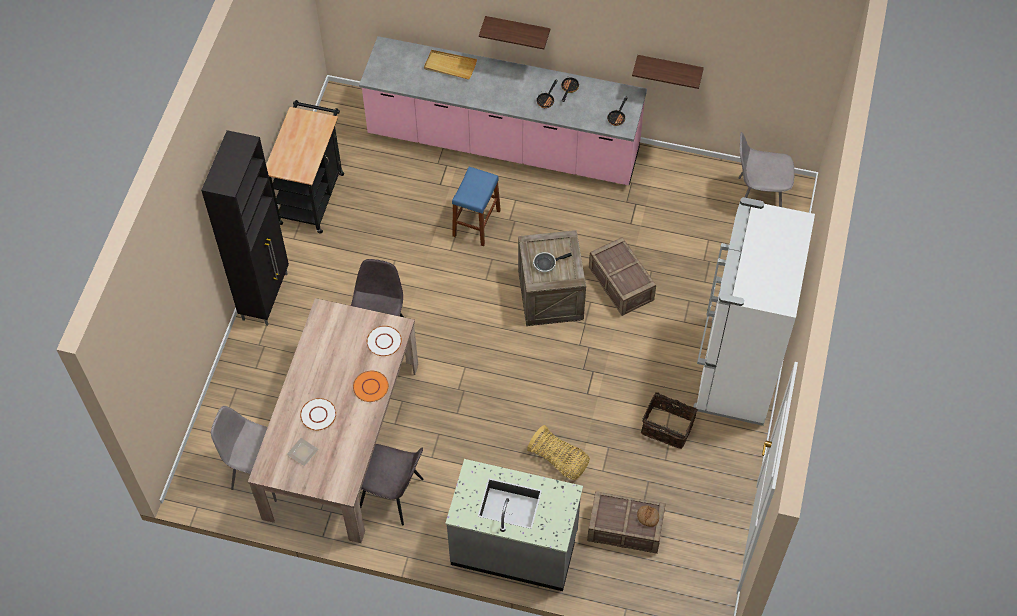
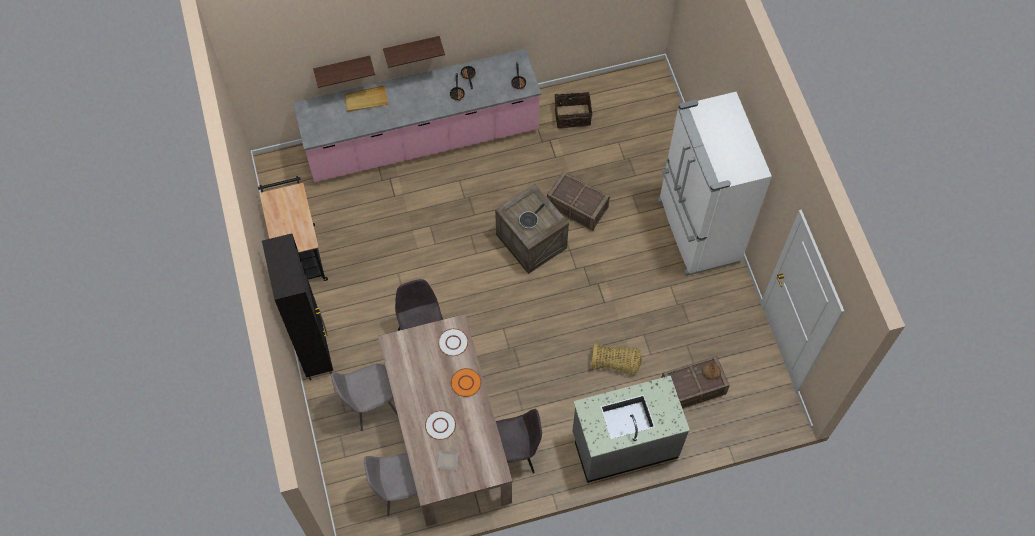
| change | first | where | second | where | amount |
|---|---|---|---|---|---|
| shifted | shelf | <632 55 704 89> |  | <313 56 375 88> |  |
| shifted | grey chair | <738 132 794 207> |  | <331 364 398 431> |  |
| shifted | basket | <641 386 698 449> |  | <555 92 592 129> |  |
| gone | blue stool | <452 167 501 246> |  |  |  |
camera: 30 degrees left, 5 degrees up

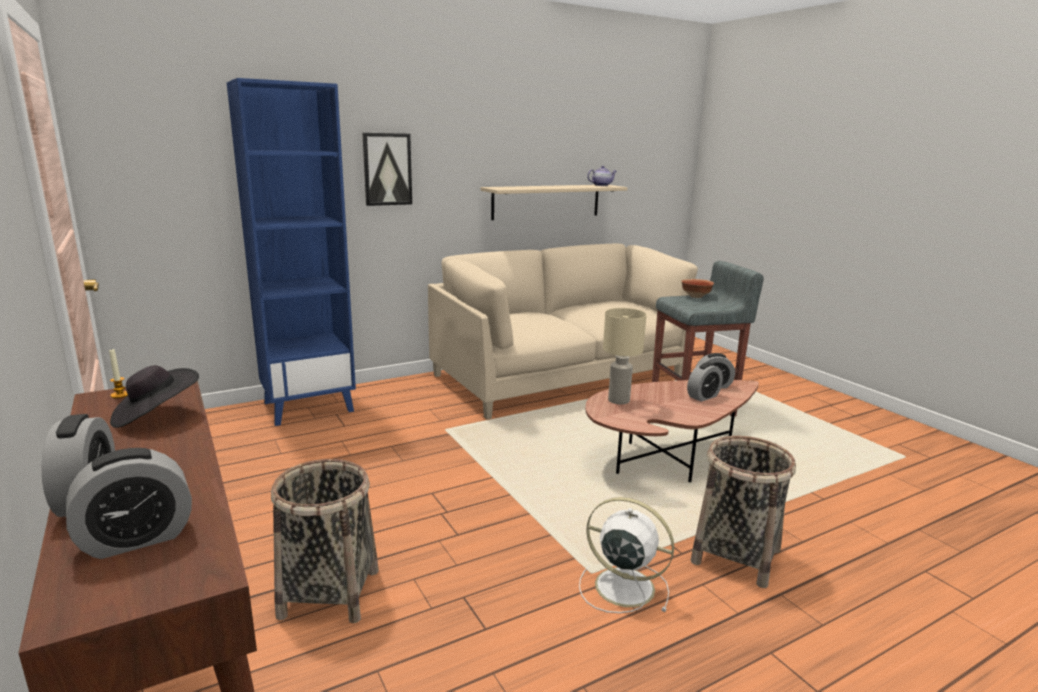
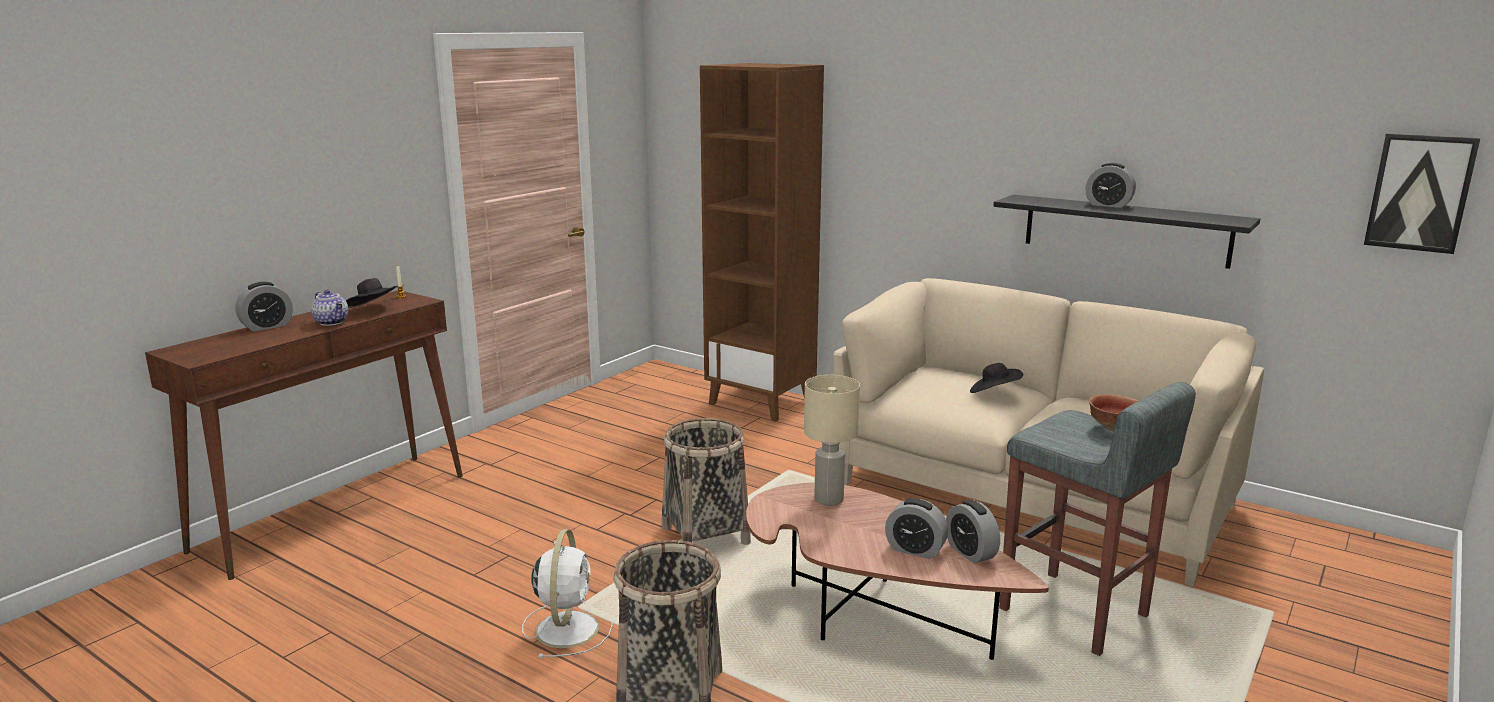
| change | first | where | second | where | amount |
|---|---|---|---|---|---|
| shifted | teapot | <587 166 617 186> |  | <311 290 348 326> |  |
| shifted | basket | <271 459 379 623> |  | <662 418 751 545> |  |
| repainted | blue bookcase | <227 78 356 426> | brown bookcase | <700 63 824 422> |  |
| new |  |  | black hat | <970 363 1023 393> |  |
| repainted | beige shelf | <480 185 628 220> | black shelf | <993 194 1260 269> |  |
| shifted | alarm clock | <66 448 192 559> |  | <1086 163 1136 208> |  |
| shifted | picture | <362 133 412 206> |  | <1364 133 1480 254> |  |
camera: 65 degrees right, 0 degrees up

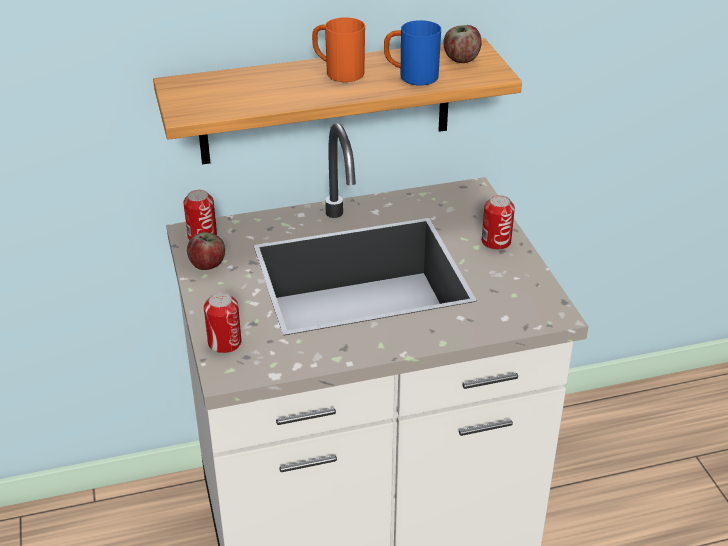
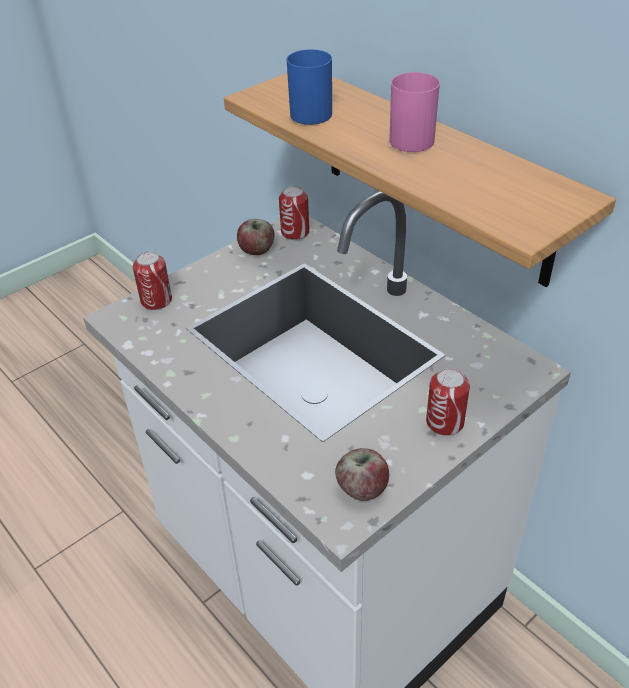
| change | first | where | second | where | amount |
|---|---|---|---|---|---|
| shifted | blue mug | <384 20 441 85> |  | <287 49 332 125> |  |
| shifted | apple | <444 25 482 63> |  | <335 448 389 501> |  |
| repainted | orange mug | <312 17 365 82> | pink mug | <389 72 440 152> |  |
camera: 65 degrees right, 5 degrees up

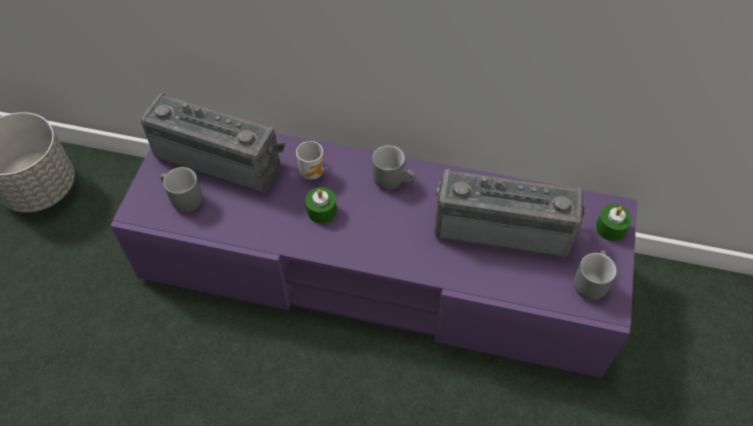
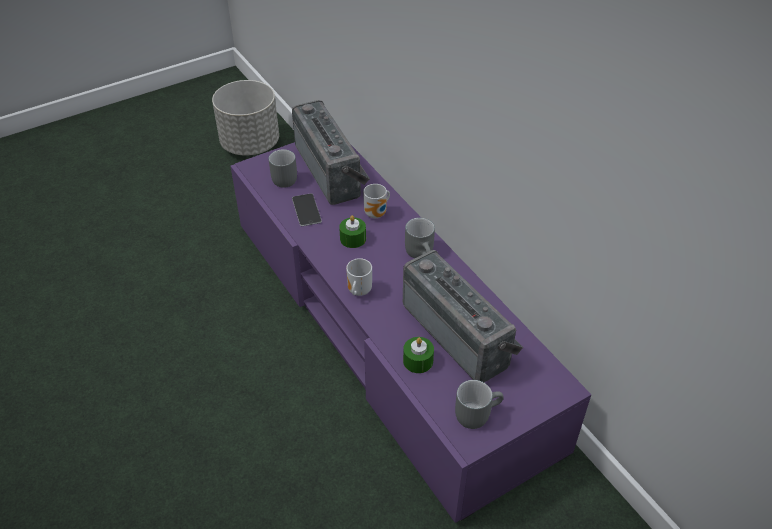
| change | first | where | second | where | amount |
|---|---|---|---|---|---|
| new |  |  | phone | <292 193 322 226> |  |
| new |  |  | mug | <346 258 372 296> |  |
| shifted | green candle | <596 204 632 241> |  | <403 337 434 373> |  |
camera: 45 degrees right, 10 degrees down

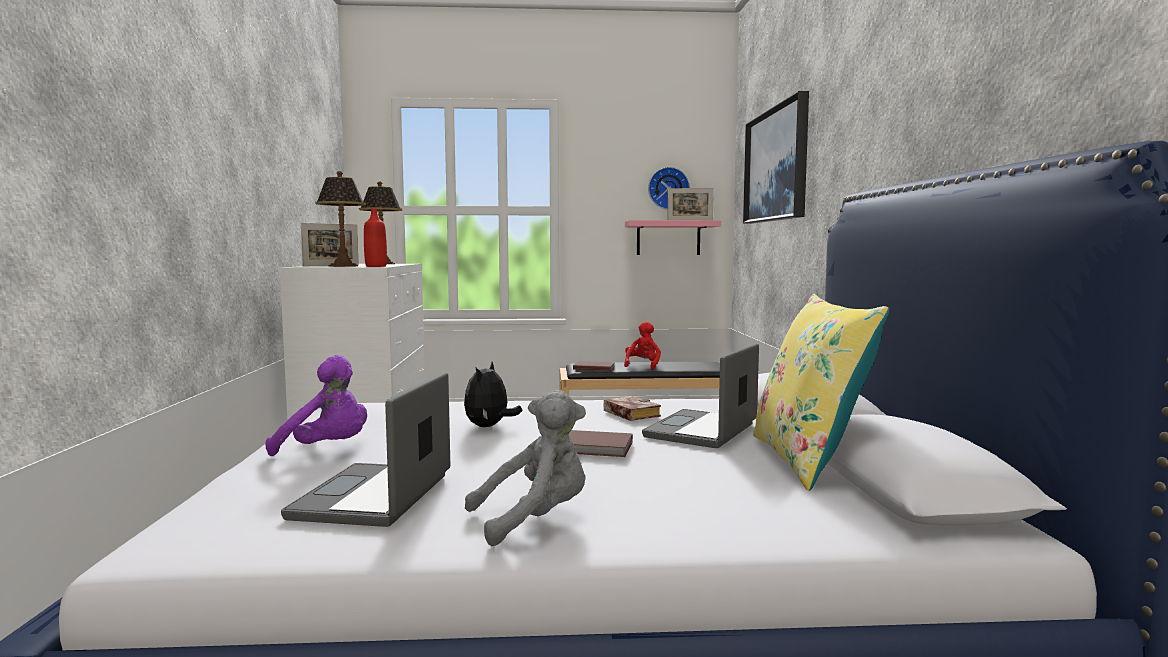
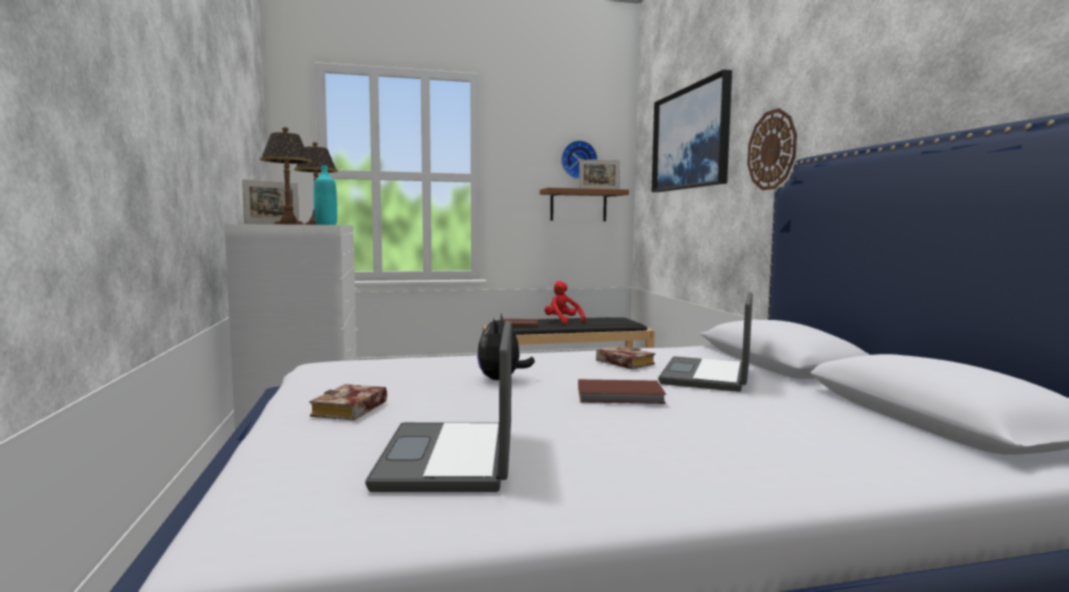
| change | first | where | second | where | amount |
|---|---|---|---|---|---|
| swapped | purple plush toy | <265 355 367 456> | book | <309 384 387 421> |  |
| repainted | red bottle | <364 208 387 267> | turquoise bottle | <314 165 337 225> |  |
| repainted | pink shelf | <625 220 721 255> | brown shelf | <540 188 629 221> |  |
| rotated | red plush toy | <624 321 661 370> |  | <545 281 586 324> | 45 degrees counterclockwise |
| new |  |  | wall clock | <747 108 797 190> |  |
| gone | grey plush toy | <465 390 586 546> |  |  |  |
| gone | yellow pillow | <753 294 890 491> |  |  |  |
camera: 10 degrees left, 0 degrees up

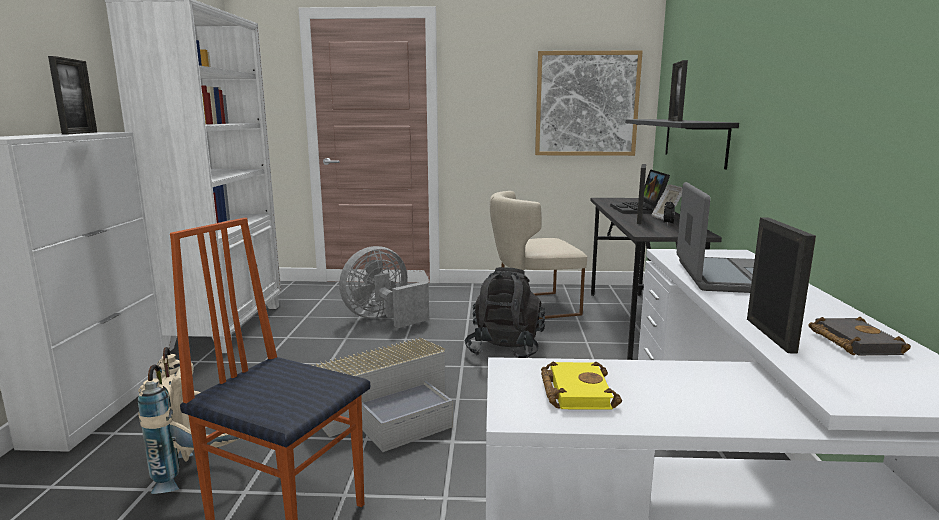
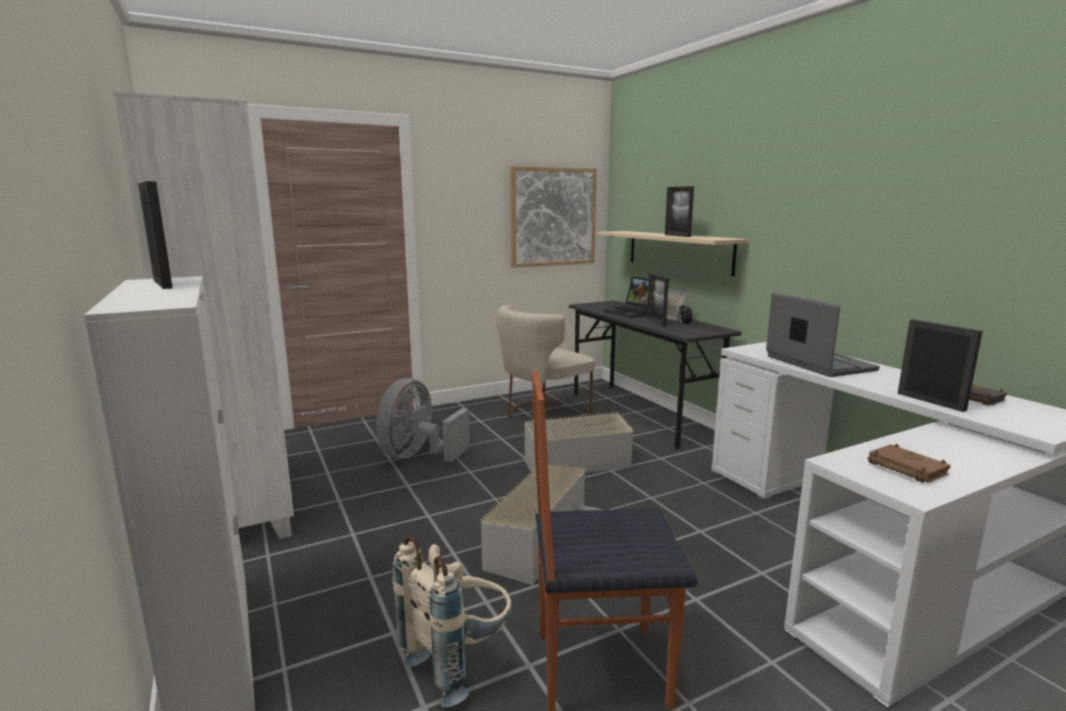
| change | first | where | second | where | amount |
|---|---|---|---|---|---|
| swapped | black backpack | <465 267 545 358> | grey storage box | <525 411 633 473> |  |
| repainted | black shelf | <625 119 739 169> | beige shelf | <597 231 748 276> |  |
| repainted | yellow book | <541 362 622 409> | brown book | <867 444 951 483> |  |
camera: 30 degrees left, 0 degrees up

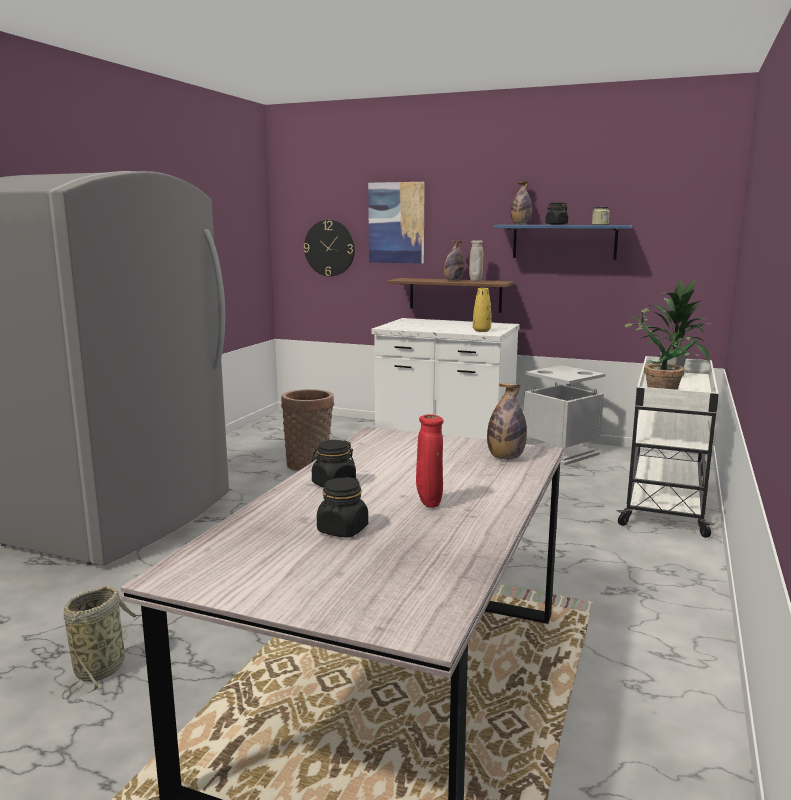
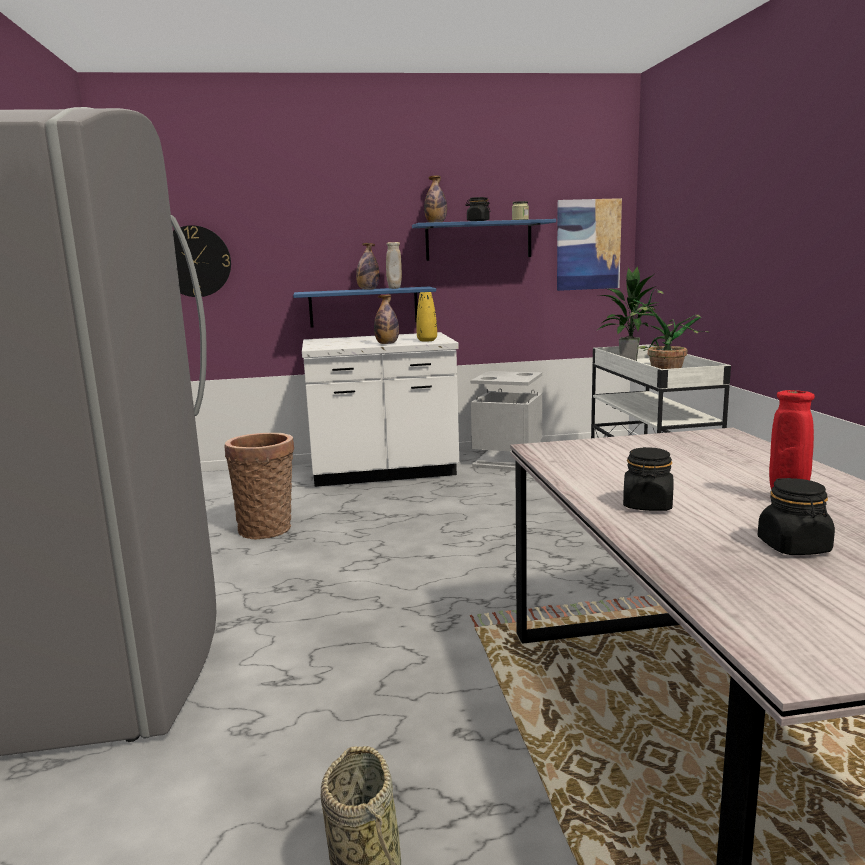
| change | first | where | second | where | amount |
|---|---|---|---|---|---|
| repainted | brown shelf | <387 278 514 313> | blue shelf | <293 287 436 328> |  |
| shifted | bottle | <487 383 527 459> |  | <374 295 399 344> |  |
| shifted | picture | <368 182 425 264> |  | <557 198 622 291> |  |
camera: 30 degrees left, 0 degrees up

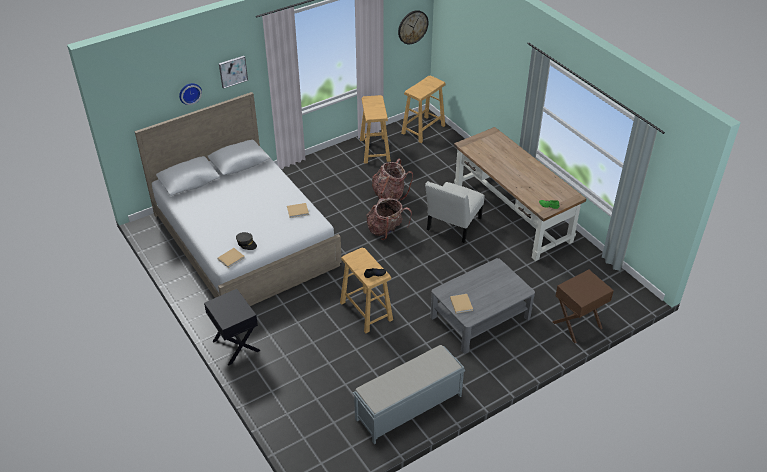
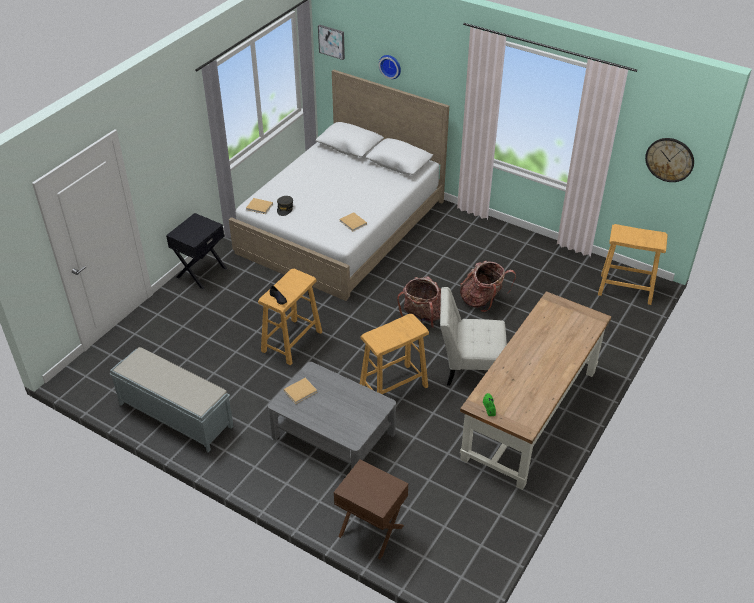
| change | first | where | second | where | amount |
|---|---|---|---|---|---|
| shifted | picture | <219 56 248 89> |  | <318 25 345 60> |  |
| shifted | beige stool | <360 95 391 164> |  | <360 314 429 395> |  |
camera: 65 degrees right, 0 degrees up

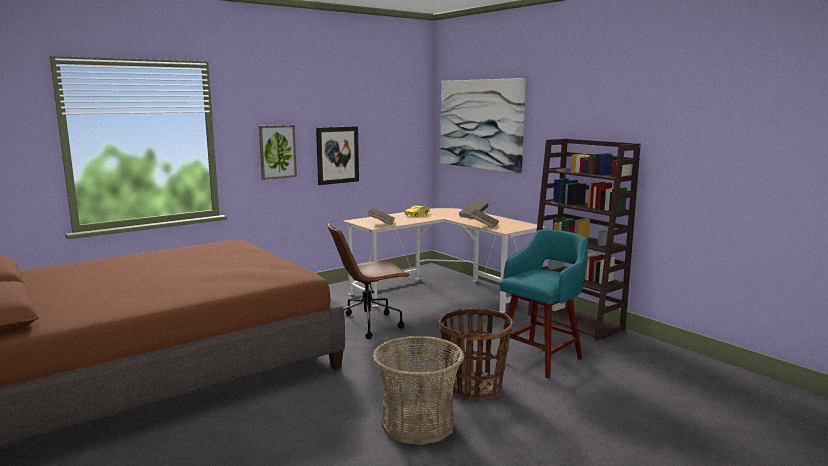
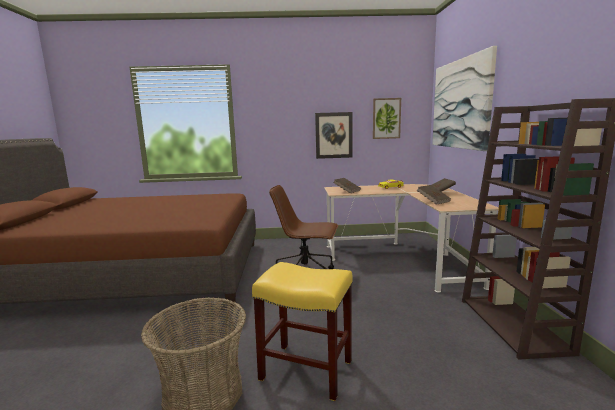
| change | first | where | second | where | amount |
|---|---|---|---|---|---|
| swapped | basket | <439 308 513 399> | yellow stool | <252 262 353 401> |  |
| shifted | picture | <259 125 297 180> |  | <373 98 401 139> |  |
| gone | turquoise stool | <496 229 588 379> |  |  |  |
camera: 35 degrees right, 0 degrees up

